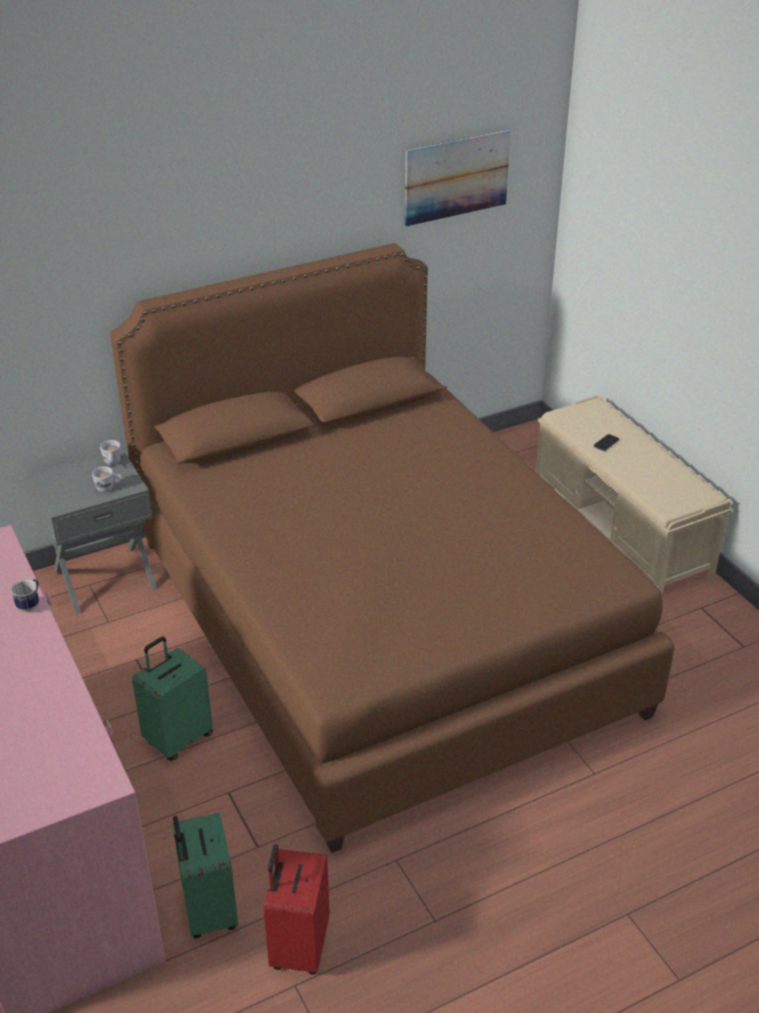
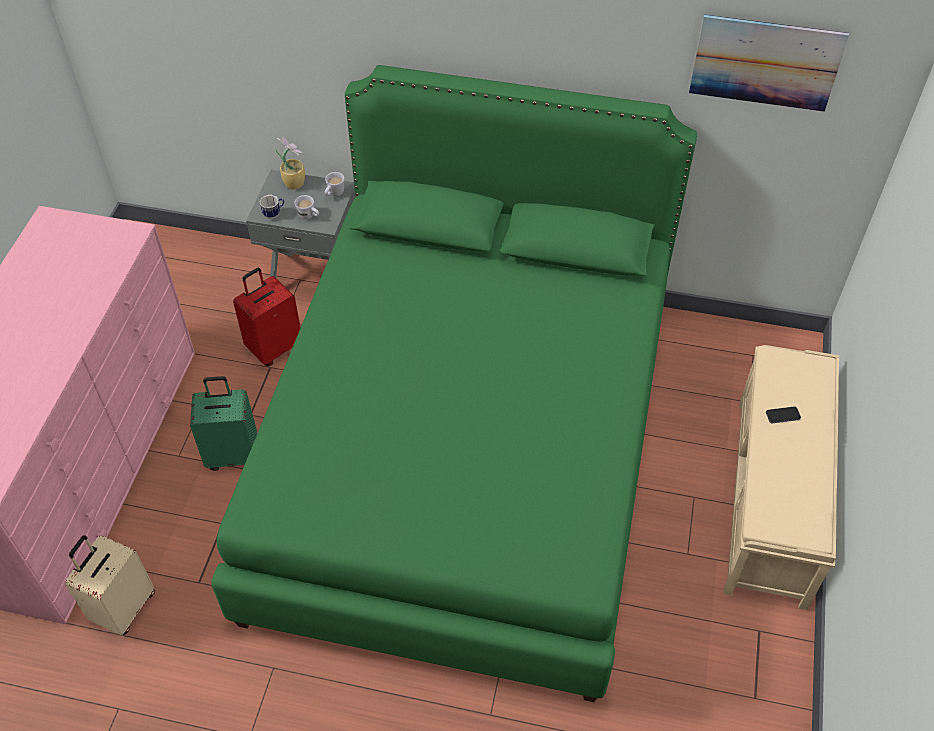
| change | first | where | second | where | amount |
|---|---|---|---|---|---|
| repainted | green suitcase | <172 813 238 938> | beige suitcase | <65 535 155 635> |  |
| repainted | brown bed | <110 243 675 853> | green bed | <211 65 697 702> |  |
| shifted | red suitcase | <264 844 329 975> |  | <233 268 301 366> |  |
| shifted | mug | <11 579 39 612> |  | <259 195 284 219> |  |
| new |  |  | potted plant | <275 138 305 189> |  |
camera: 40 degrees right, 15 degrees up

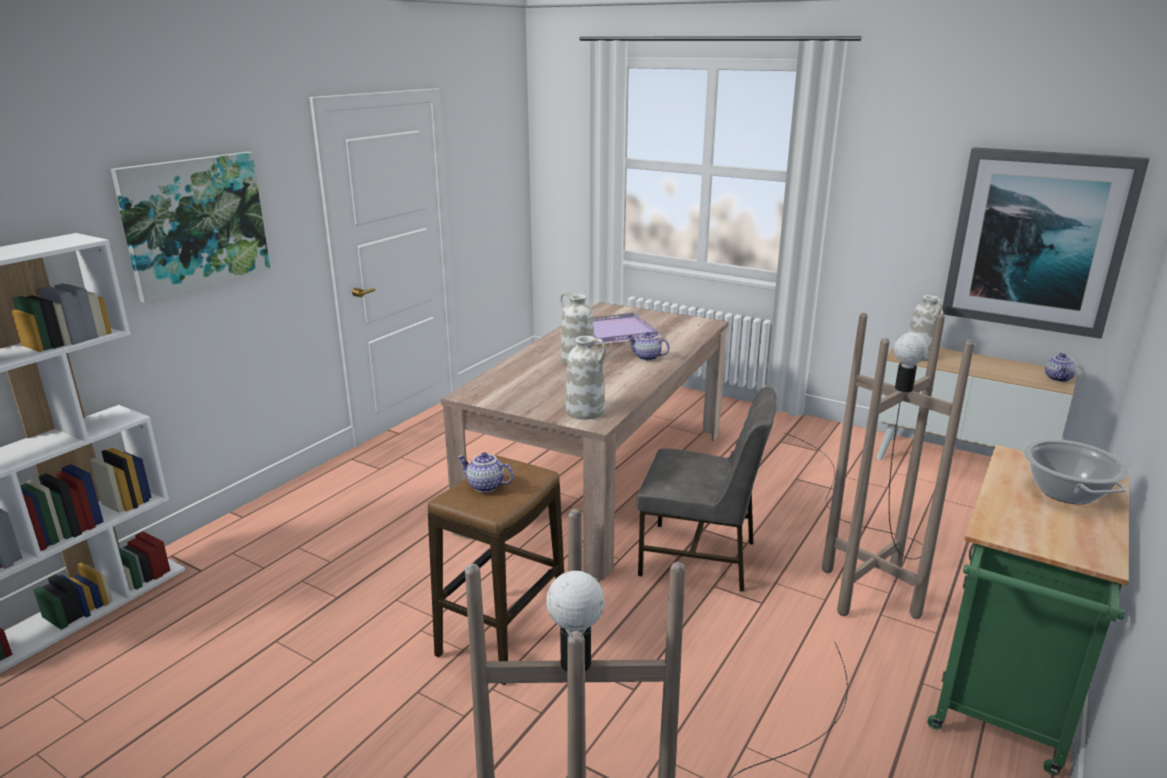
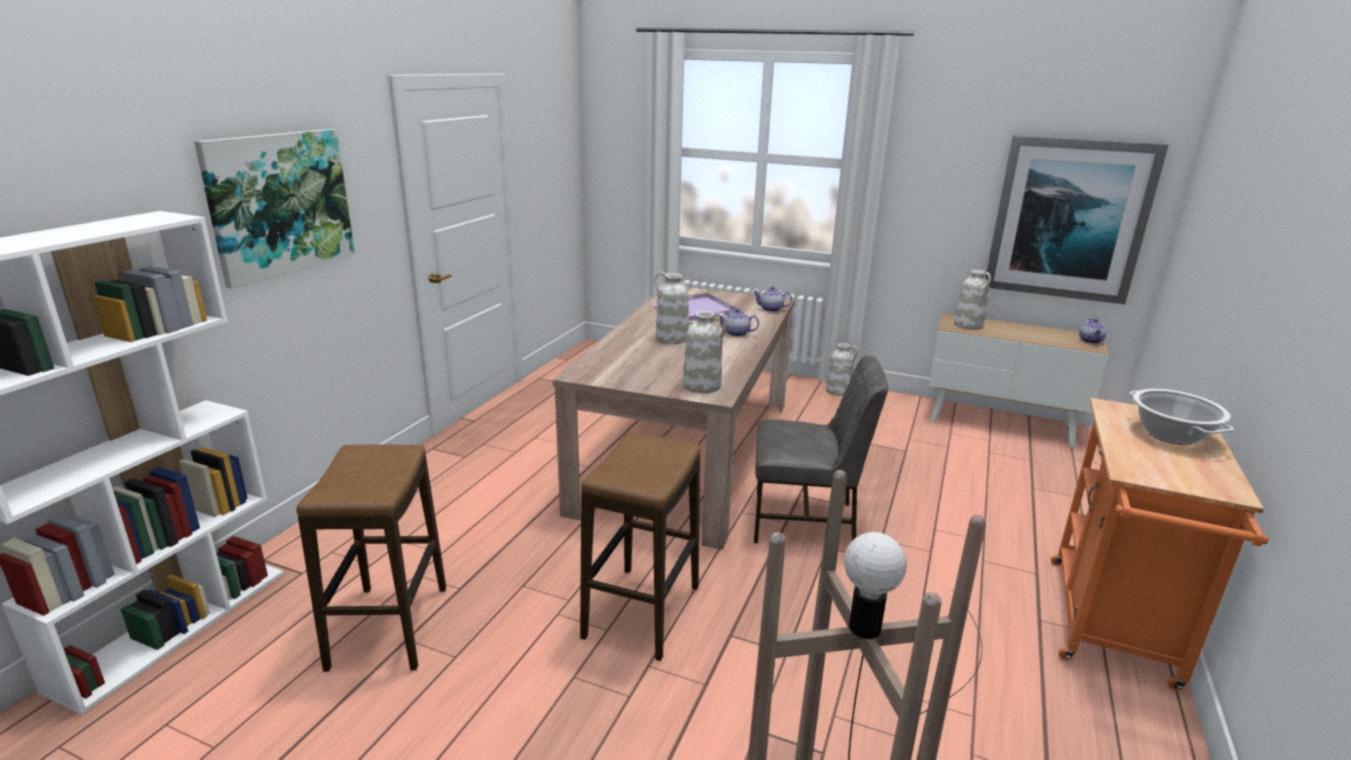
| change | first | where | second | where | amount |
|---|---|---|---|---|---|
| new |  |  | stool | <296 445 446 672> |  |
| shifted | teapot | <457 452 514 492> |  | <753 286 792 312> |  |
| new |  |  | white vase | <826 343 858 396> |  |
| repainted | green cart | <927 445 1129 775> | orange cart | <1051 398 1268 691> |  |
| gone | brown floor lamp | <785 313 974 619> |  |  |  |
camera: 10 degrees left, 0 degrees up

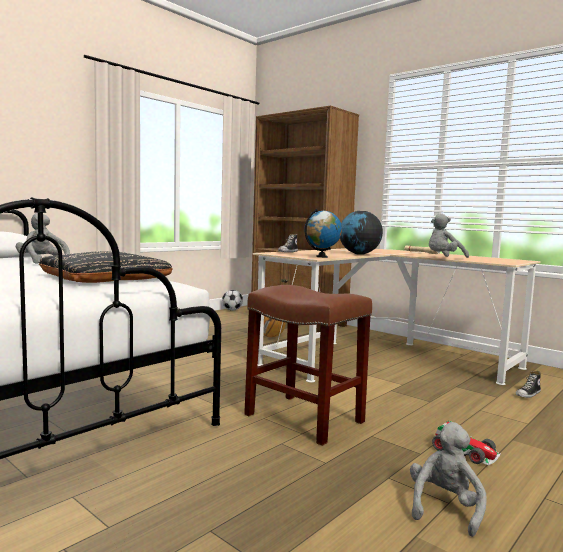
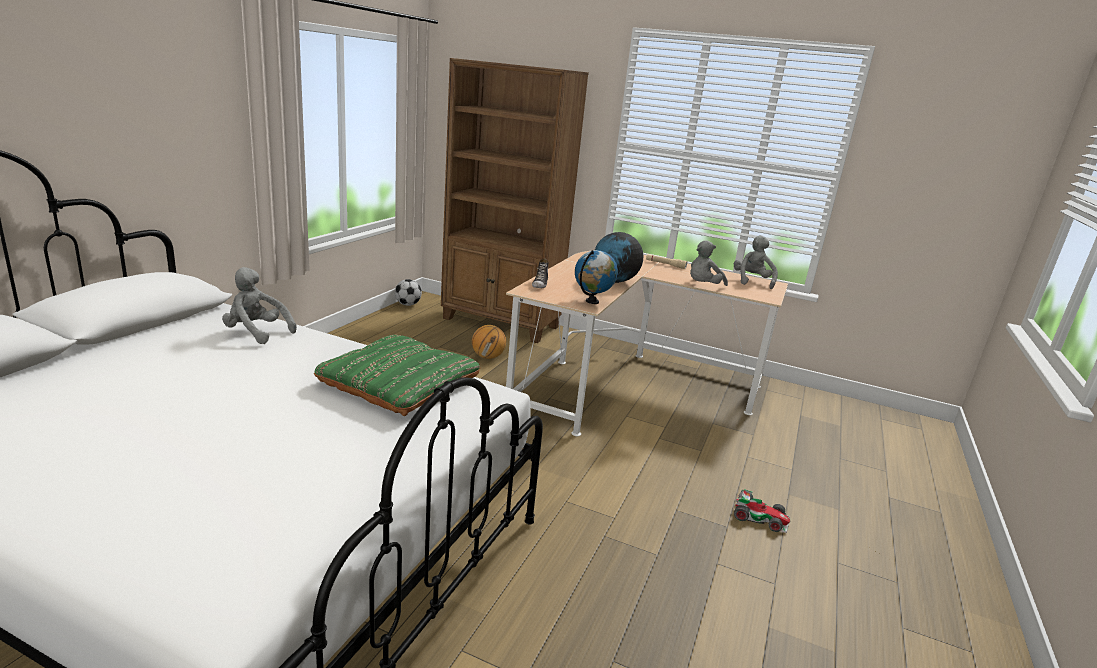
| change | first | where | second | where | amount |
|---|---|---|---|---|---|
| repainted | black pillow | <39 251 172 283> | green pillow | <314 335 480 416> |  |
| shifted | grey plush toy | <410 422 487 537> |  | <734 235 778 289> |  |
| gone | brown stool | <244 285 372 446> |  |  |  |
| gone | shoe | <516 371 541 398> |  |  |  |
camera: 20 degrees left, 15 degrees up

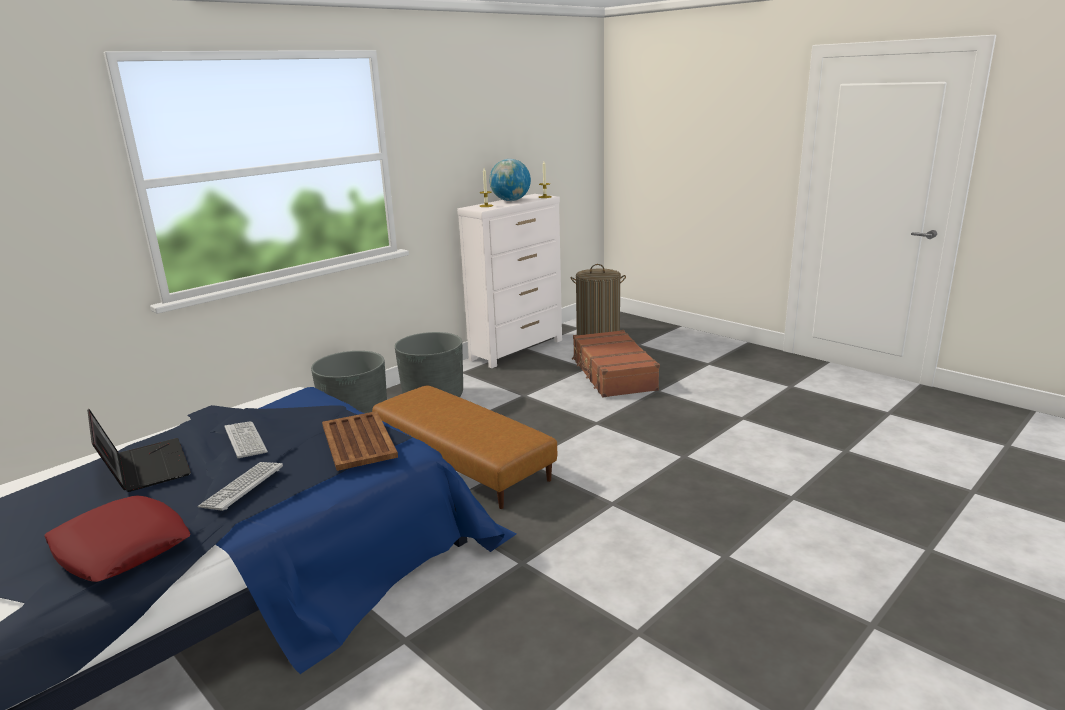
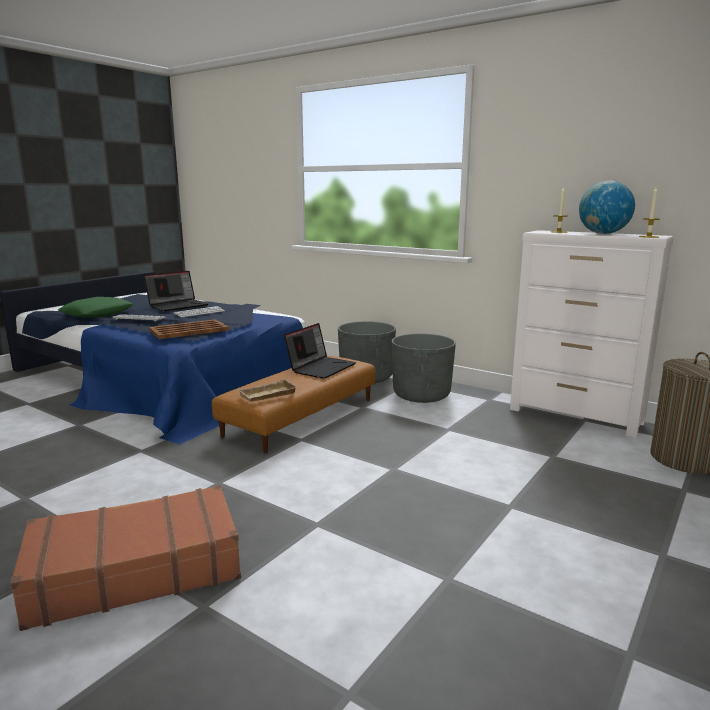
| change | first | where | second | where | amount |
|---|---|---|---|---|---|
| shifted | brown suitcase | <572 330 660 397> |  | <10 485 241 631> |  |
| repainted | red pillow | <44 496 190 582> | green pillow | <58 297 134 318> |  |
| new |  |  | beige tray | <239 379 298 402> |  |
| new |  |  | laptop | <284 323 356 379> |  |
camera: 80 degrees right, 5 degrees down

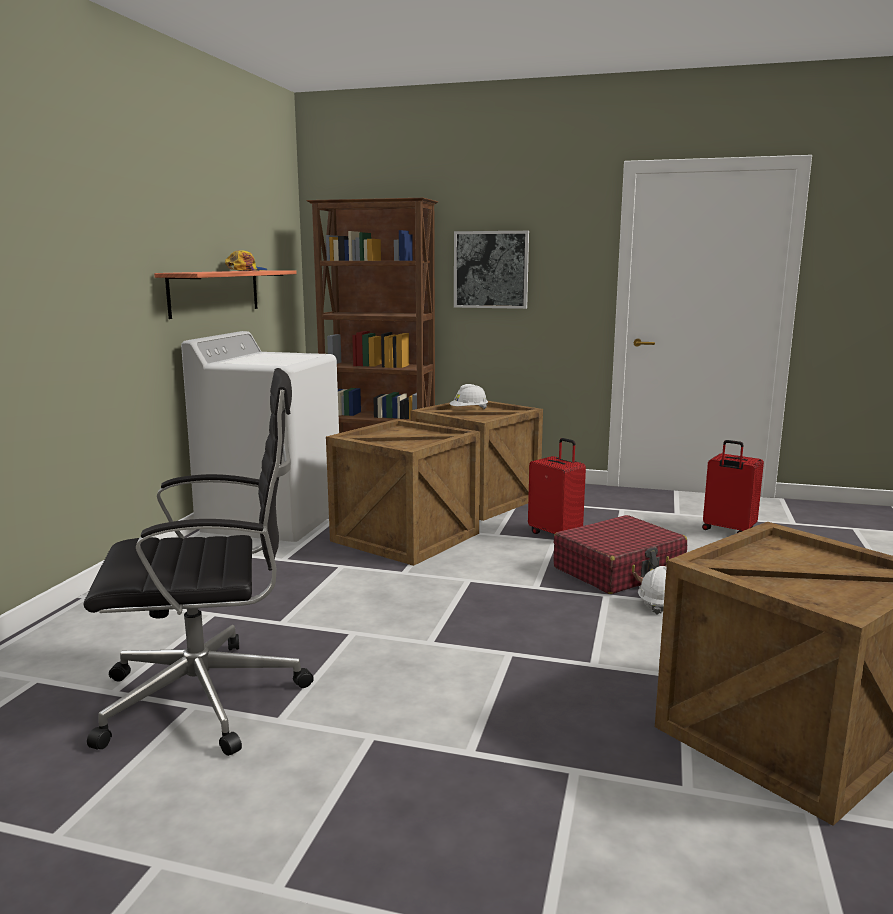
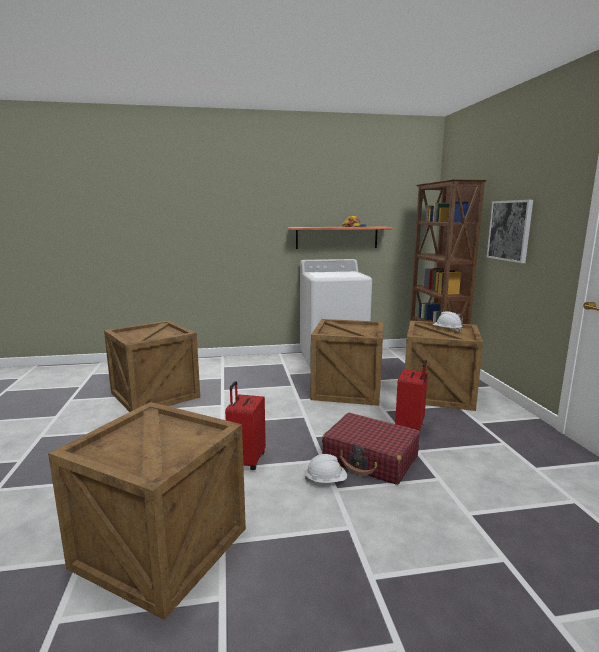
| change | first | where | second | where | amount |
|---|---|---|---|---|---|
| swapped | black office chair | <83 368 314 756> | crate | <104 320 200 412> |  |
| shifted | red suitcase | <702 440 764 533> |  | <225 381 266 470> |  |
camera: 65 degrees right, 0 degrees up

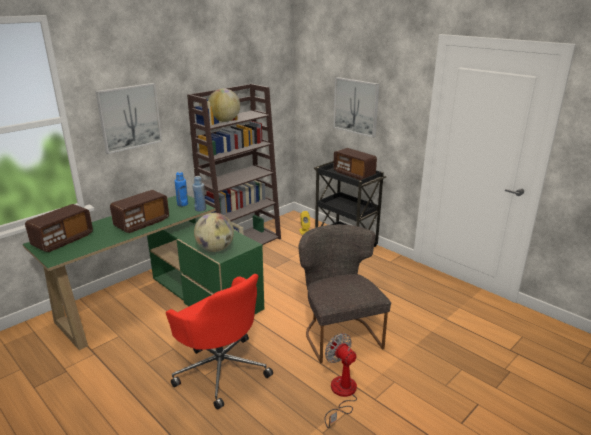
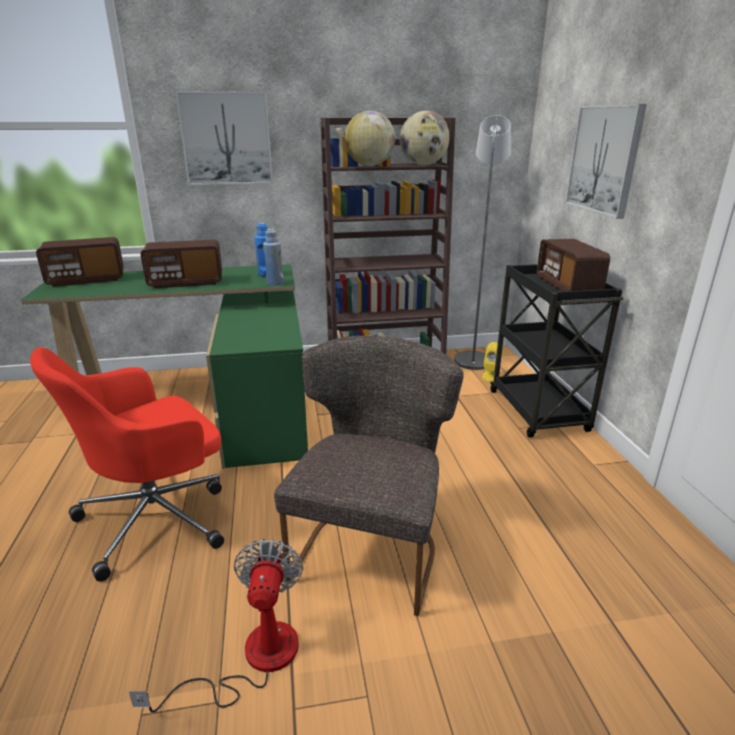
| change | first | where | second | where | amount |
|---|---|---|---|---|---|
| rotated | red office chair | <166 274 273 410> |  | <30 347 224 582> | 60 degrees clockwise |
| shifted | globe | <194 213 234 252> |  | <400 111 449 165> |  |
| new |  |  | grey floor lamp | <454 115 511 370> |  |
camera: 35 degrees right, 0 degrees up

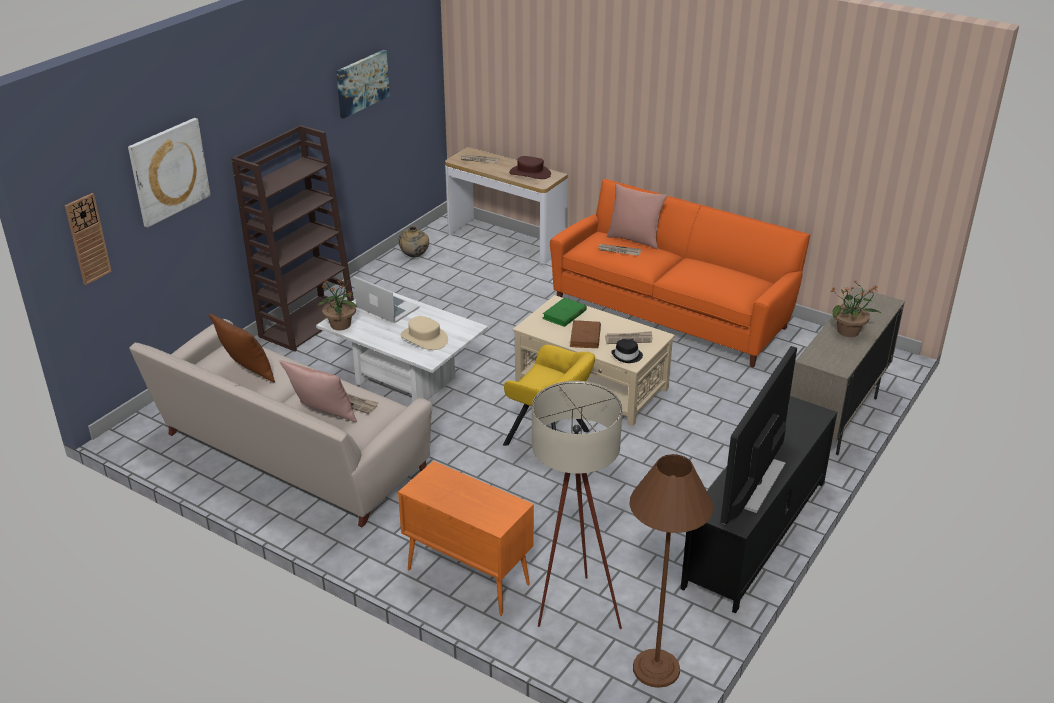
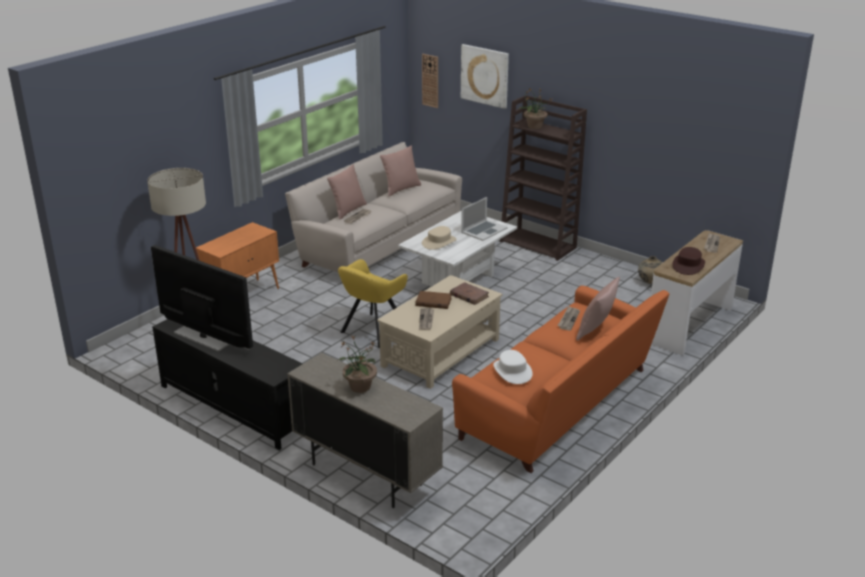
| change | first | where | second | where | amount |
|---|---|---|---|---|---|
| repainted | brown pillow | <209 314 275 382> | pink pillow | <380 146 421 196> |  |
| repainted | green book | <542 297 587 327> | brown book | <450 282 489 305> |  |
| new |  |  | white hat | <493 350 533 384> |  |
| shifted | potted plant | <317 278 358 330> |  | <519 88 552 129> |  |
| gone | picture | <336 50 390 119> |  |  |  |
| gone | black hat | <611 340 643 363> |  |  |  |
| gone | brown floor lamp | <629 454 713 688> |  |  |  |
camera: 95 degrees right, 5 degrees down

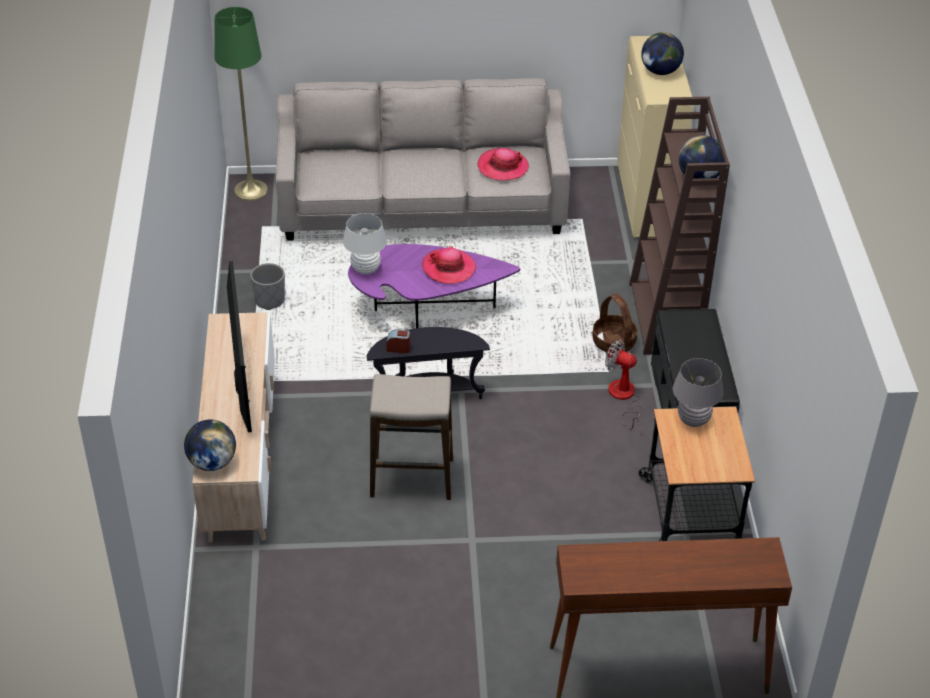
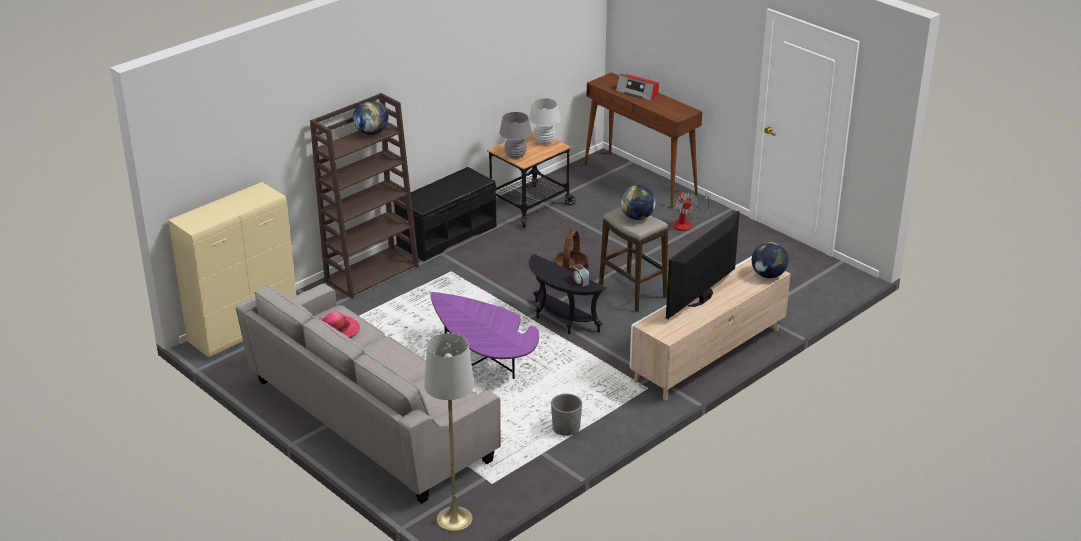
| change | first | where | second | where | amount |
|---|---|---|---|---|---|
| repainted | green floor lamp | <214 7 268 201> | grey floor lamp | <424 333 474 532> |  |
| shifted | white table lamp | <343 213 387 274> |  | <529 98 561 145> |  |
| shifted | basket | <592 294 638 354> |  | <554 230 588 272> |  |
| new |  |  | radio | <616 74 659 101> |  |
| shifted | globe | <641 32 684 75> |  | <620 185 656 220> |  |
| shifted | fan | <605 340 642 430> |  | <673 192 710 231> |  |
| gone | hat | <422 246 476 284> |  |  |  |
camera: 130 degrees left, 10 degrees down

